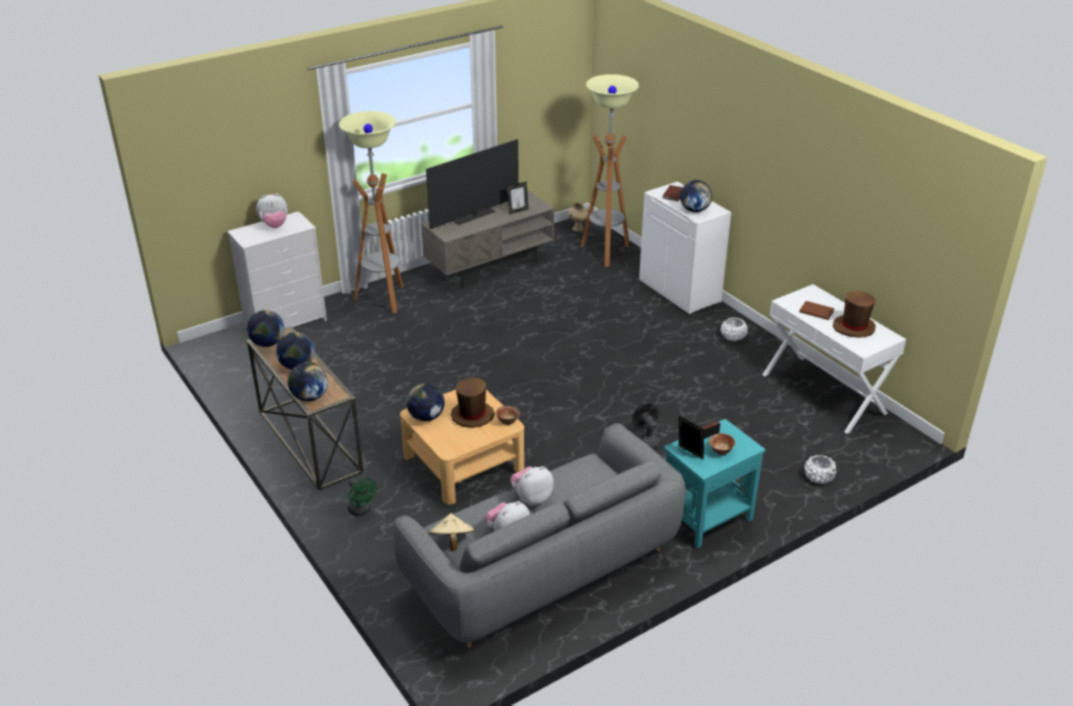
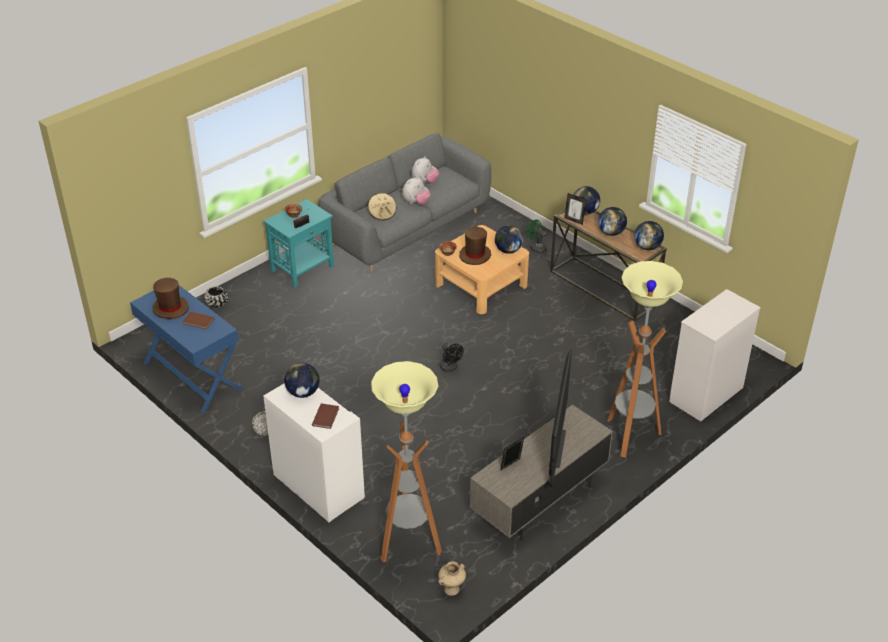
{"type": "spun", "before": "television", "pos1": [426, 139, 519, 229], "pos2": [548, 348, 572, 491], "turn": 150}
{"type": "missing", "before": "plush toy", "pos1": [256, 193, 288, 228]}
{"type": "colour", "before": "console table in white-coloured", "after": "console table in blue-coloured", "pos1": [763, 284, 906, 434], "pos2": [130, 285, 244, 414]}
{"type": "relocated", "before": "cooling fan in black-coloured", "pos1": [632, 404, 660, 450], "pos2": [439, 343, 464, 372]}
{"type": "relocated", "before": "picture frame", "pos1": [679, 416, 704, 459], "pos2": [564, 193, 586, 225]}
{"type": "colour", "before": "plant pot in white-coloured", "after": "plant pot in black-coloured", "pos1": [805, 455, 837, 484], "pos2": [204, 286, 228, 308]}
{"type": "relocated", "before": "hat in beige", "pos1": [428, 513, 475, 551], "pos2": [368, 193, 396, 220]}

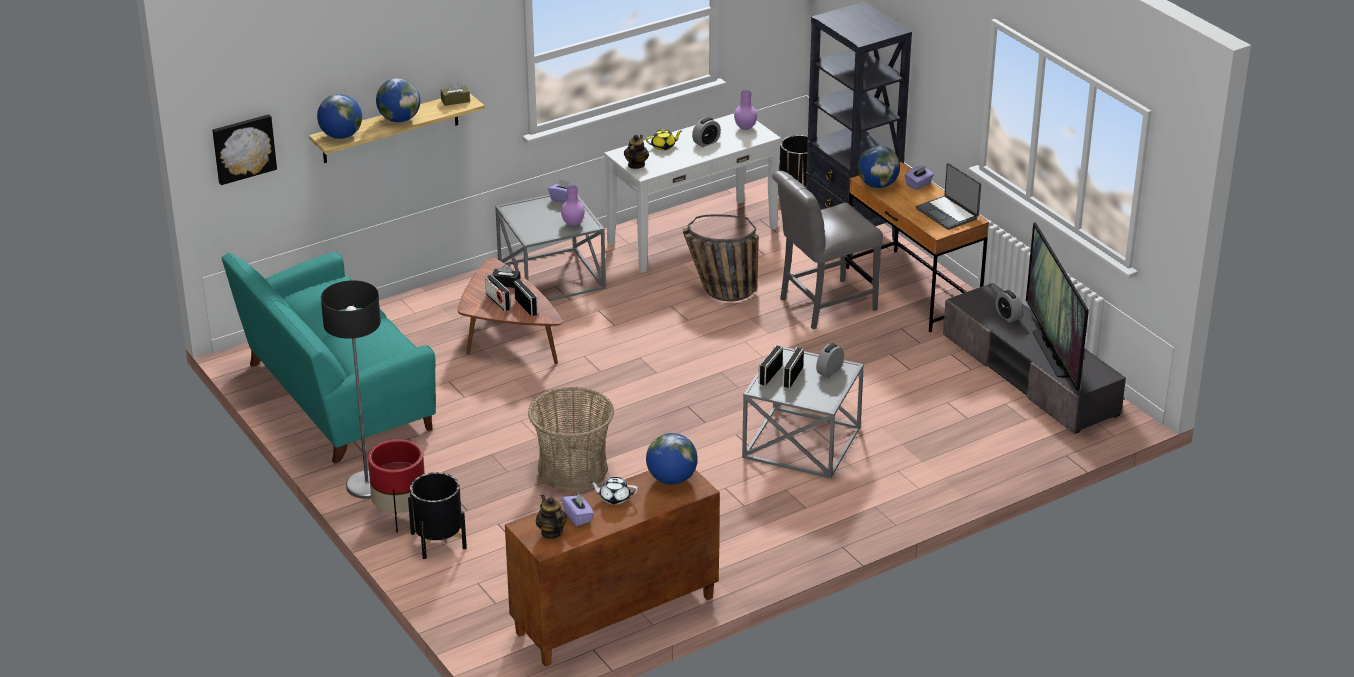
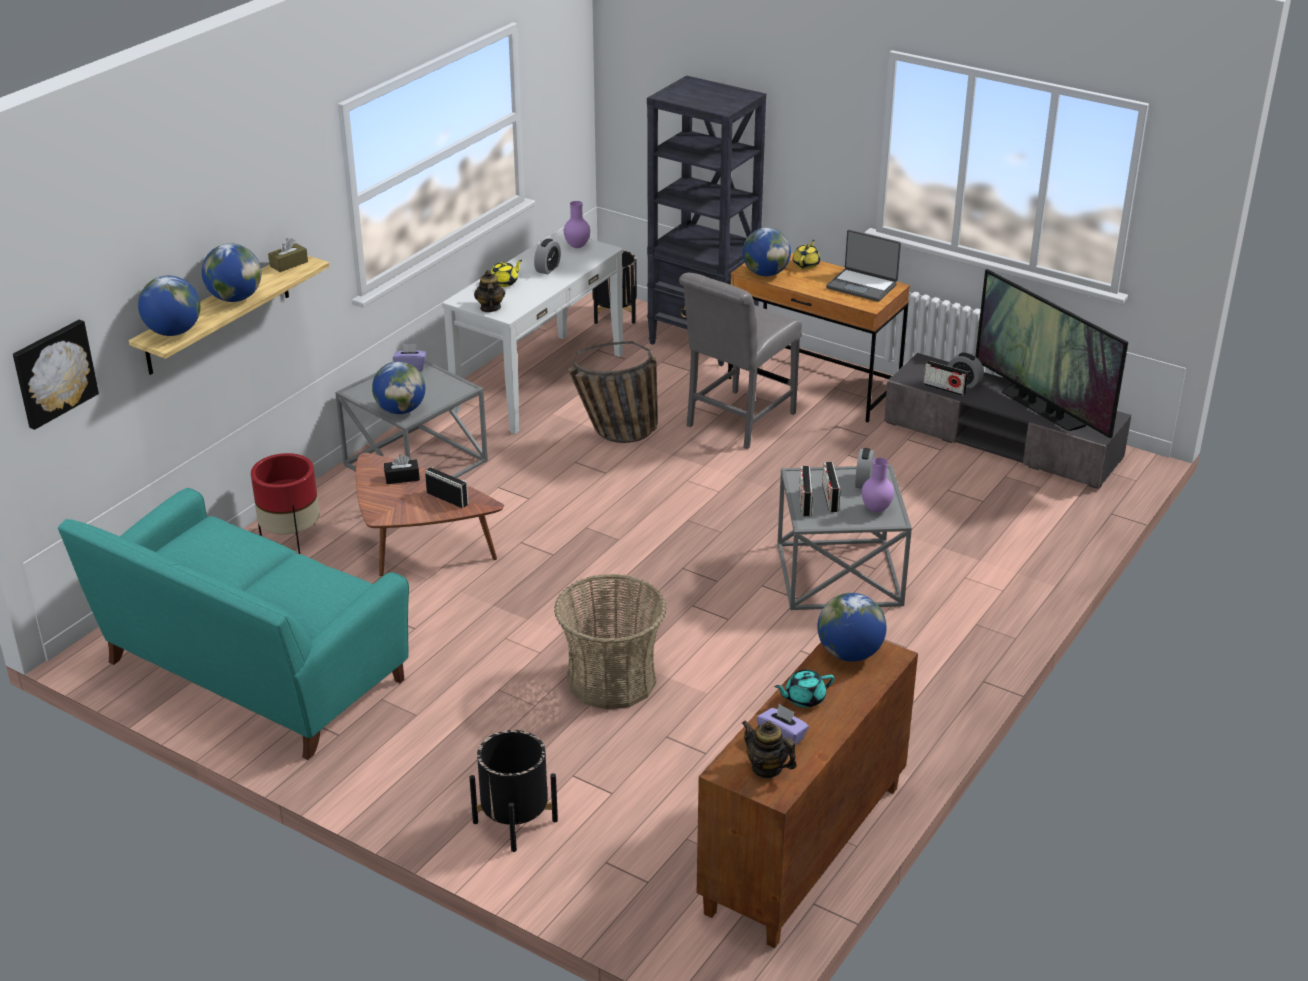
{"type": "exchanged", "before": "tissue holder in purplish", "after": "teapot in yellow-coloured", "pos1": [905, 165, 934, 190], "pos2": [793, 240, 820, 269]}
{"type": "relocated", "before": "decorative vase in purplish", "pos1": [561, 185, 585, 226], "pos2": [862, 458, 894, 512]}
{"type": "relocated", "before": "radio set", "pos1": [485, 275, 511, 311], "pos2": [923, 361, 968, 396]}
{"type": "missing", "before": "standing lamp", "pos1": [321, 280, 381, 498]}
{"type": "relocated", "before": "plant pot in red-coloured", "pos1": [368, 439, 425, 533], "pos2": [251, 453, 320, 554]}
{"type": "colour", "before": "teapot in white-coloured", "after": "teapot in turquoise", "pos1": [590, 477, 638, 505], "pos2": [774, 670, 834, 708]}
{"type": "appeared", "after": "globe", "pos2": [372, 361, 425, 414]}

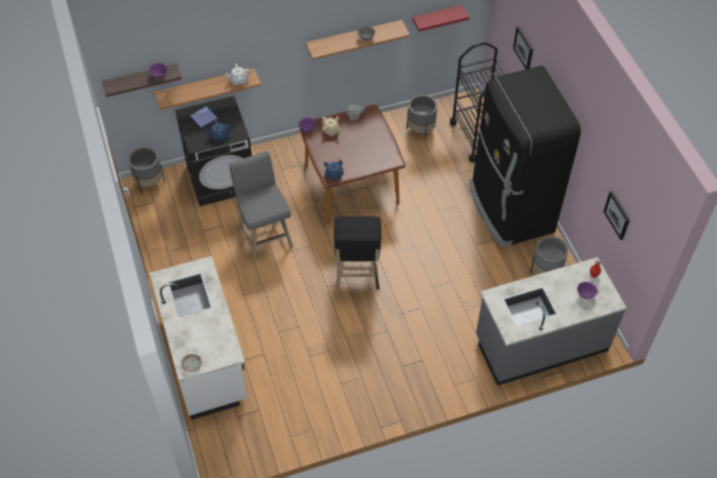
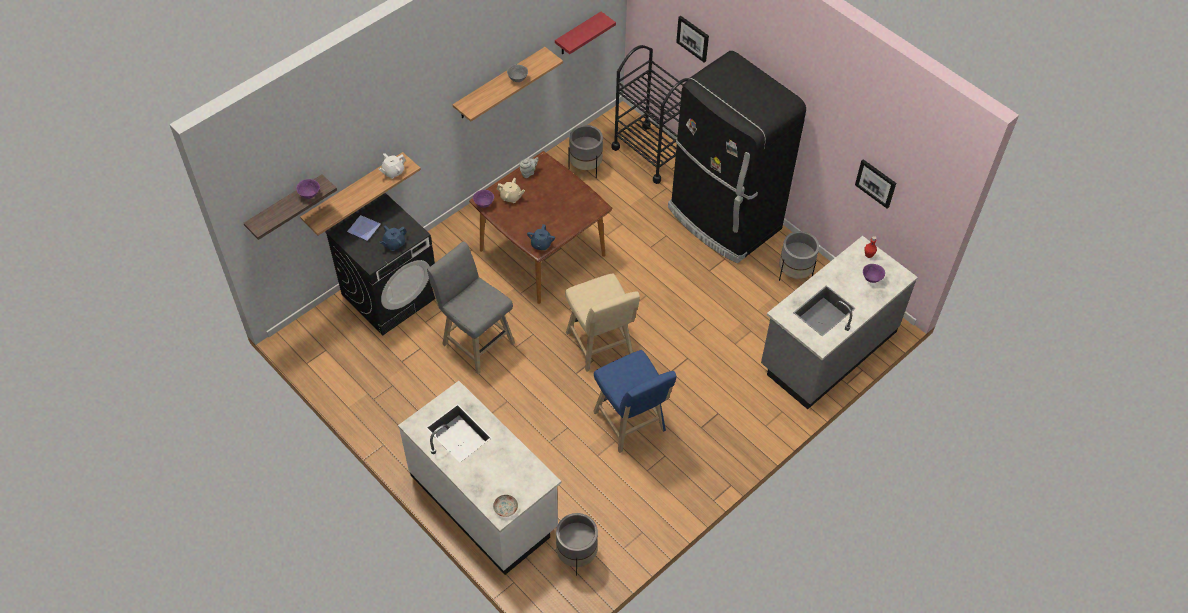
{"type": "relocated", "before": "plant pot in greyish", "pos1": [128, 147, 165, 194], "pos2": [556, 513, 598, 576]}
{"type": "colour", "before": "stool seat in black-coloured", "after": "stool seat in beige", "pos1": [334, 216, 381, 289], "pos2": [565, 274, 640, 372]}
{"type": "appeared", "after": "stool seat in blue-coloured", "pos2": [593, 350, 676, 453]}

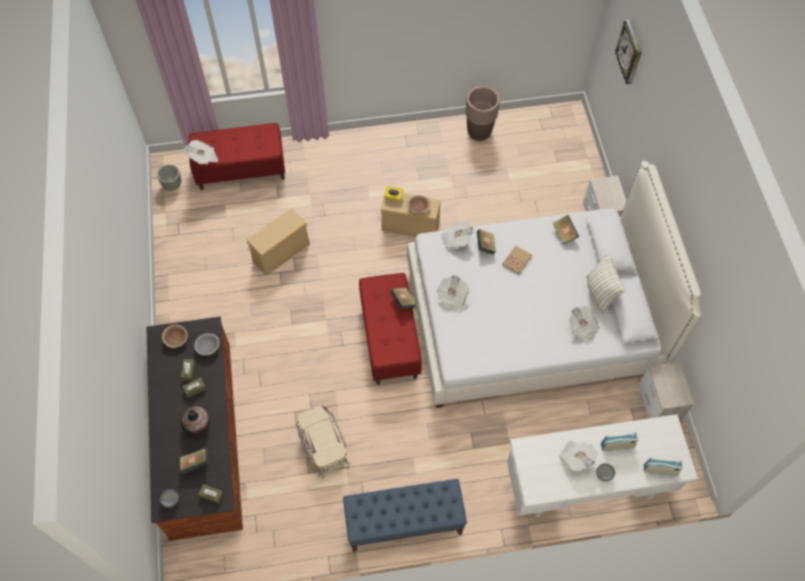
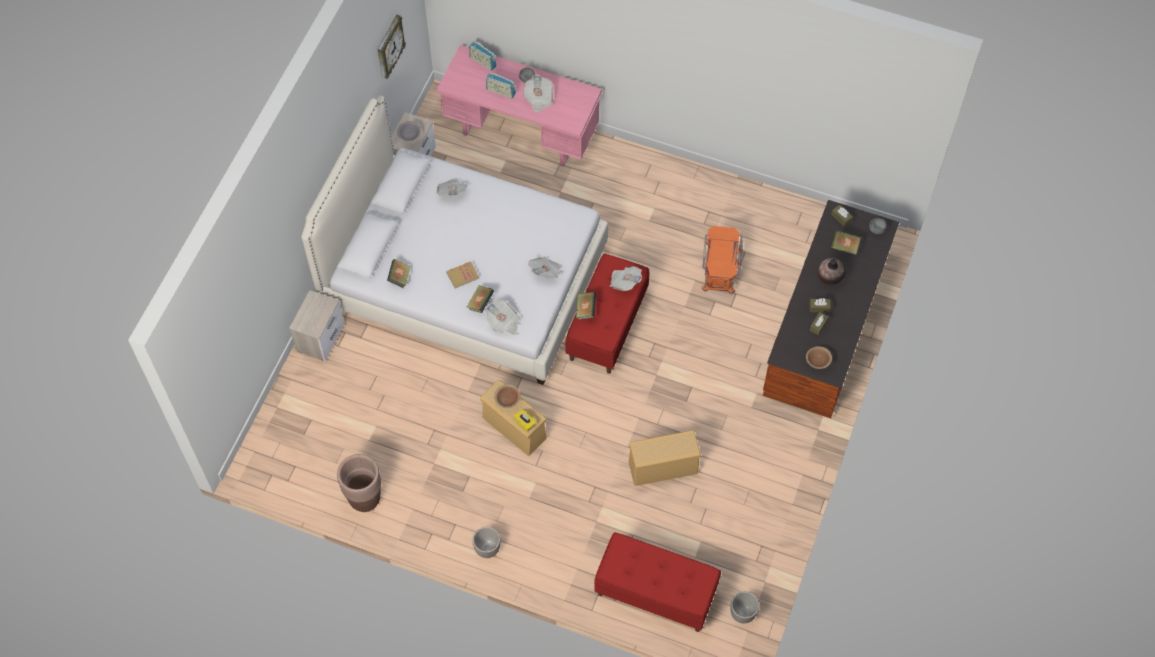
{"type": "relocated", "before": "clock on the wall", "pos1": [615, 19, 642, 84], "pos2": [378, 15, 406, 79]}
{"type": "relocated", "before": "daily paper", "pos1": [185, 140, 218, 165], "pos2": [610, 266, 642, 291]}
{"type": "missing", "before": "cushion", "pos1": [586, 253, 625, 314]}
{"type": "relocated", "before": "serving bowl in greyish", "pos1": [194, 333, 220, 356], "pos2": [397, 121, 421, 142]}
{"type": "colour", "before": "storage box in beige", "after": "storage box in orange-coloured", "pos1": [296, 405, 350, 479], "pos2": [702, 226, 743, 294]}
{"type": "colour", "before": "desk in white-coloured", "after": "desk in pink-coloured", "pos1": [507, 414, 698, 517], "pos2": [436, 45, 602, 167]}
{"type": "missing", "before": "indoor bench in blue-coloured", "pos1": [343, 479, 467, 552]}
{"type": "appeared", "after": "plant pot", "pos2": [472, 527, 500, 558]}

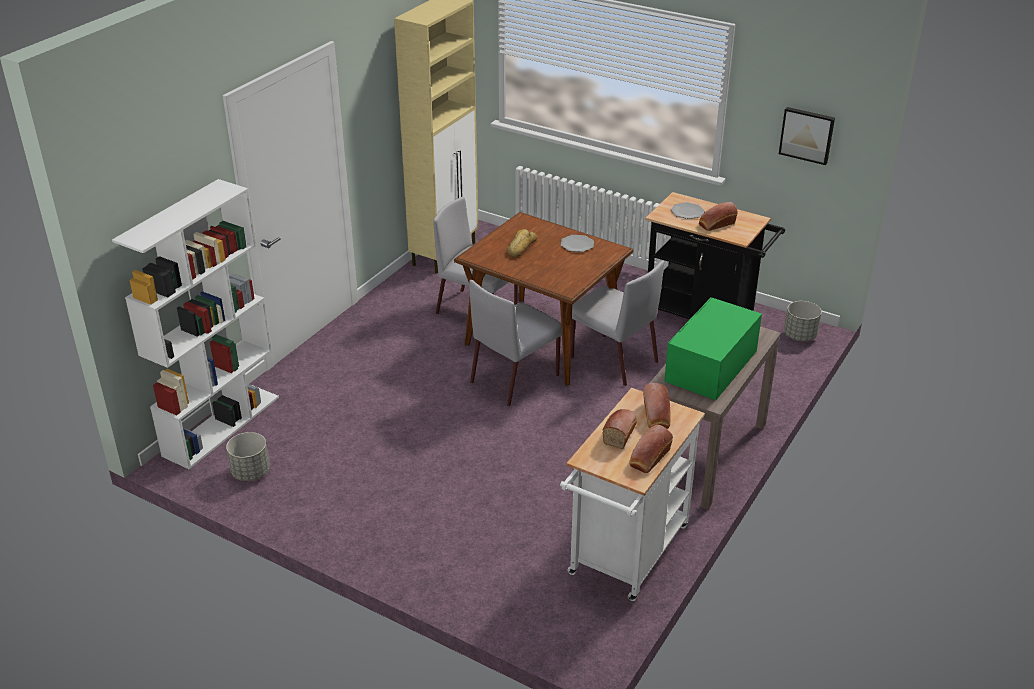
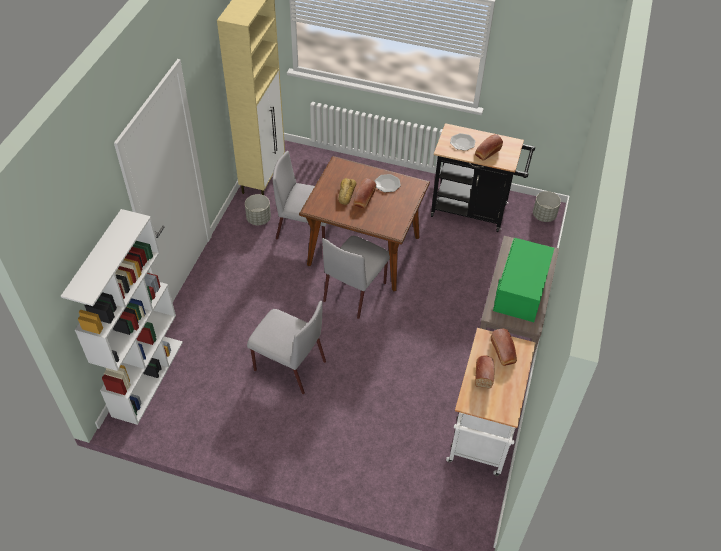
{"type": "missing", "before": "wall art", "pos1": [779, 107, 835, 165]}
{"type": "relocated", "before": "upright chair in greyish", "pos1": [571, 261, 664, 386], "pos2": [247, 301, 326, 394]}
{"type": "relocated", "before": "bread", "pos1": [629, 425, 673, 473], "pos2": [354, 178, 376, 209]}
{"type": "relocated", "before": "plant pot in greyish", "pos1": [226, 432, 270, 481], "pos2": [245, 194, 271, 225]}

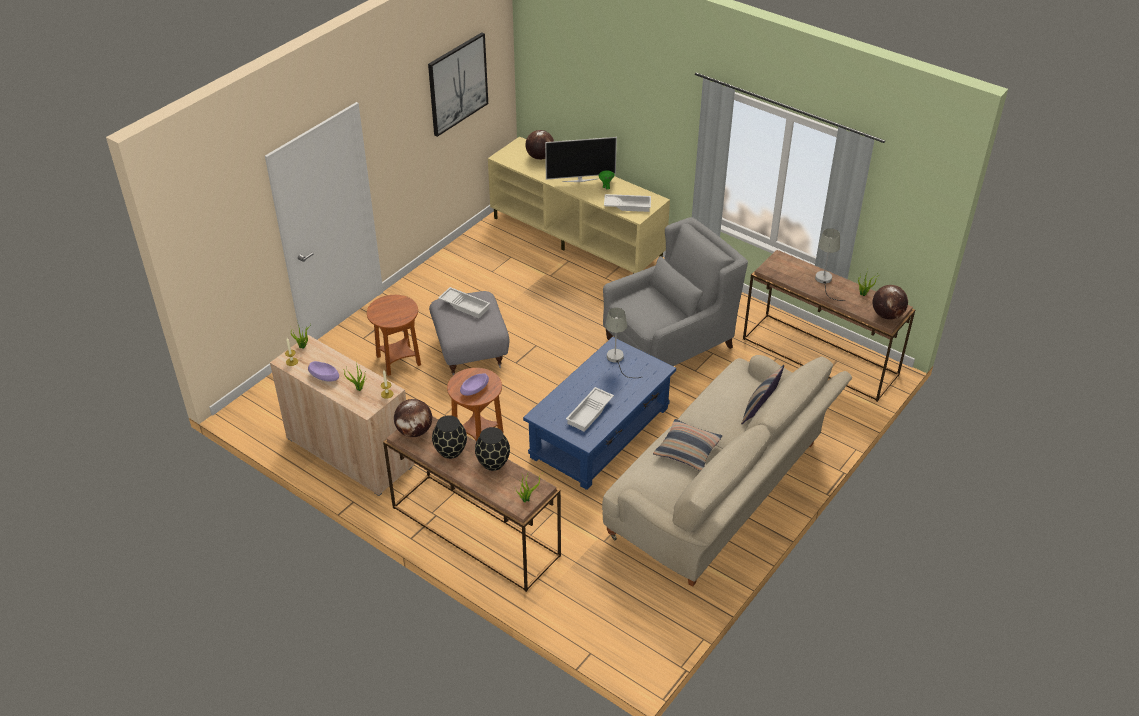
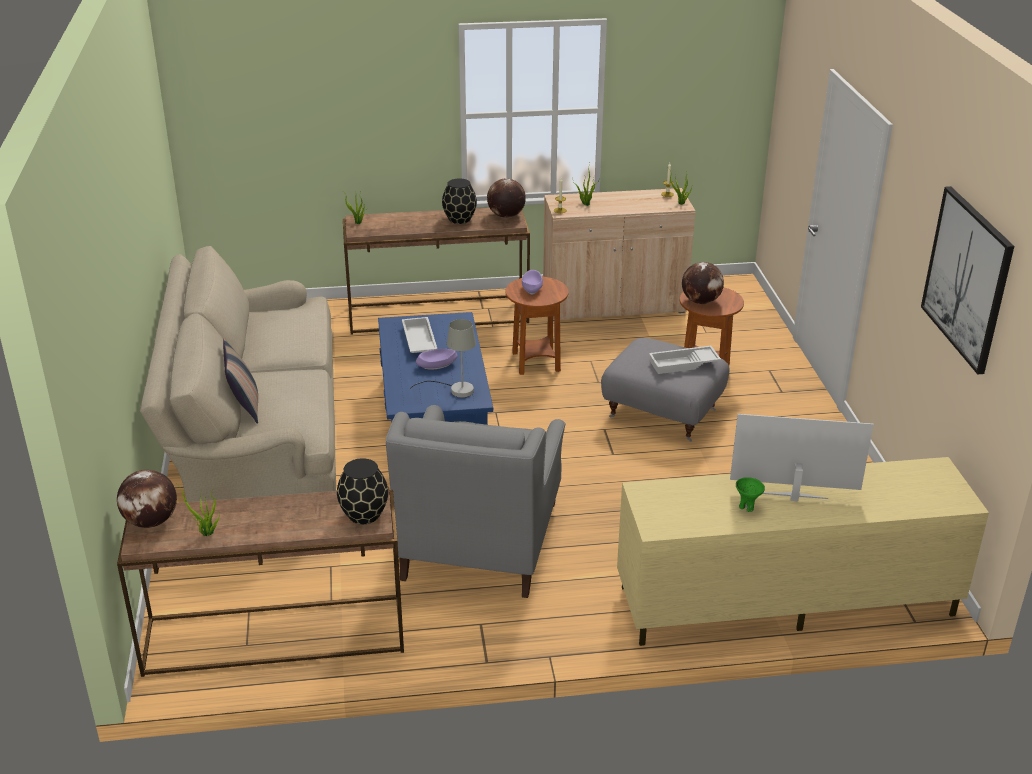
{"type": "relocated", "before": "globe", "pos1": [525, 130, 554, 160], "pos2": [682, 262, 724, 304]}
{"type": "spun", "before": "television", "pos1": [545, 137, 617, 182], "pos2": [730, 414, 874, 501], "turn": 60}
{"type": "missing", "before": "serving tray in white-coloured", "pos1": [604, 194, 651, 212]}
{"type": "missing", "before": "lamp for a table in greyish", "pos1": [815, 228, 845, 301]}
{"type": "relocated", "before": "serving bowl in purplish", "pos1": [308, 361, 339, 382], "pos2": [416, 349, 458, 369]}
{"type": "missing", "before": "cushion", "pos1": [653, 419, 722, 471]}
{"type": "relocated", "before": "decorative vase in black-coloured", "pos1": [475, 427, 510, 471], "pos2": [337, 458, 388, 524]}

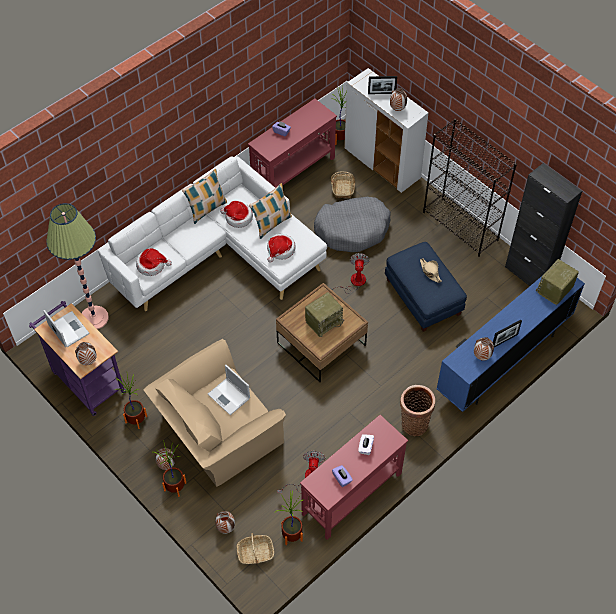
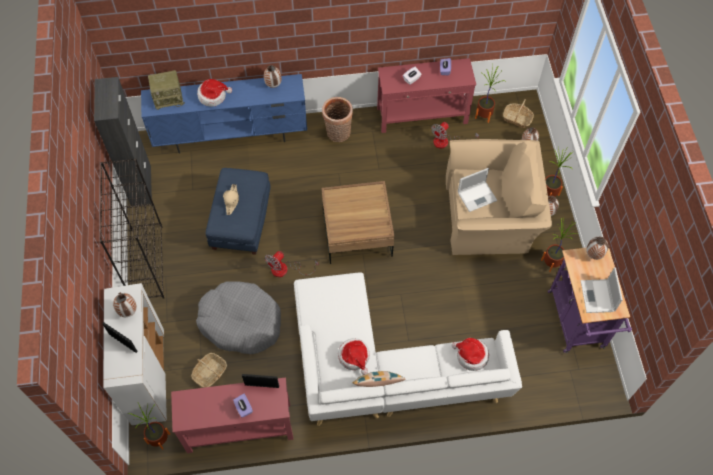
{"type": "missing", "before": "cushion", "pos1": [249, 183, 292, 239]}
{"type": "missing", "before": "standing lamp", "pos1": [46, 203, 109, 329]}
{"type": "relocated", "before": "hat", "pos1": [267, 234, 296, 263], "pos2": [197, 79, 232, 107]}
{"type": "missing", "before": "radio set", "pos1": [305, 292, 344, 337]}
{"type": "relocated", "before": "picture frame", "pos1": [493, 320, 522, 347], "pos2": [242, 374, 279, 388]}
{"type": "spun", "before": "notebook computer", "pos1": [208, 365, 250, 415], "pos2": [458, 168, 498, 212], "turn": 75}

